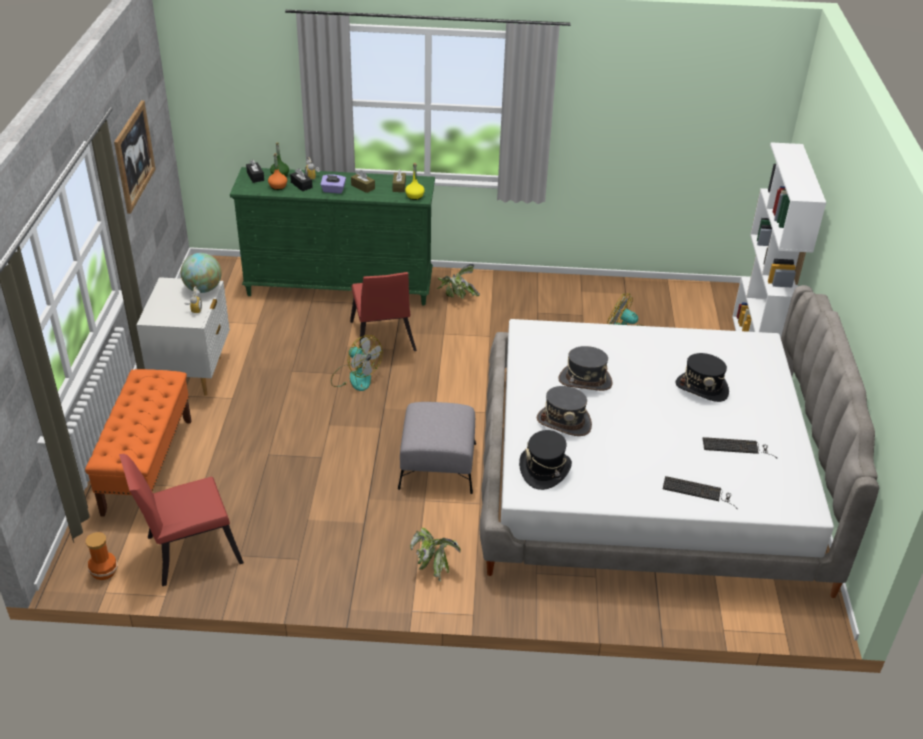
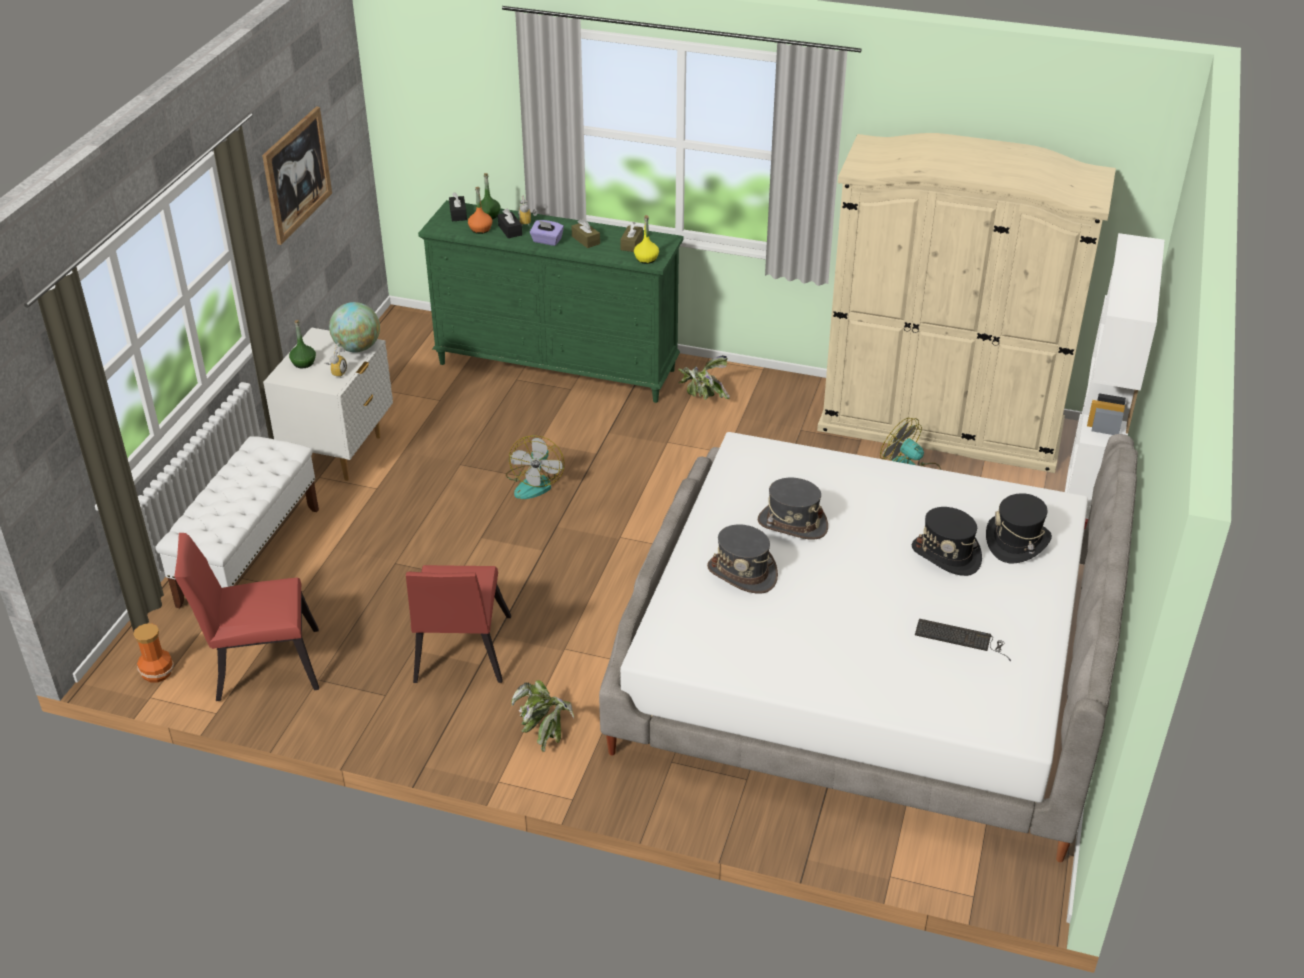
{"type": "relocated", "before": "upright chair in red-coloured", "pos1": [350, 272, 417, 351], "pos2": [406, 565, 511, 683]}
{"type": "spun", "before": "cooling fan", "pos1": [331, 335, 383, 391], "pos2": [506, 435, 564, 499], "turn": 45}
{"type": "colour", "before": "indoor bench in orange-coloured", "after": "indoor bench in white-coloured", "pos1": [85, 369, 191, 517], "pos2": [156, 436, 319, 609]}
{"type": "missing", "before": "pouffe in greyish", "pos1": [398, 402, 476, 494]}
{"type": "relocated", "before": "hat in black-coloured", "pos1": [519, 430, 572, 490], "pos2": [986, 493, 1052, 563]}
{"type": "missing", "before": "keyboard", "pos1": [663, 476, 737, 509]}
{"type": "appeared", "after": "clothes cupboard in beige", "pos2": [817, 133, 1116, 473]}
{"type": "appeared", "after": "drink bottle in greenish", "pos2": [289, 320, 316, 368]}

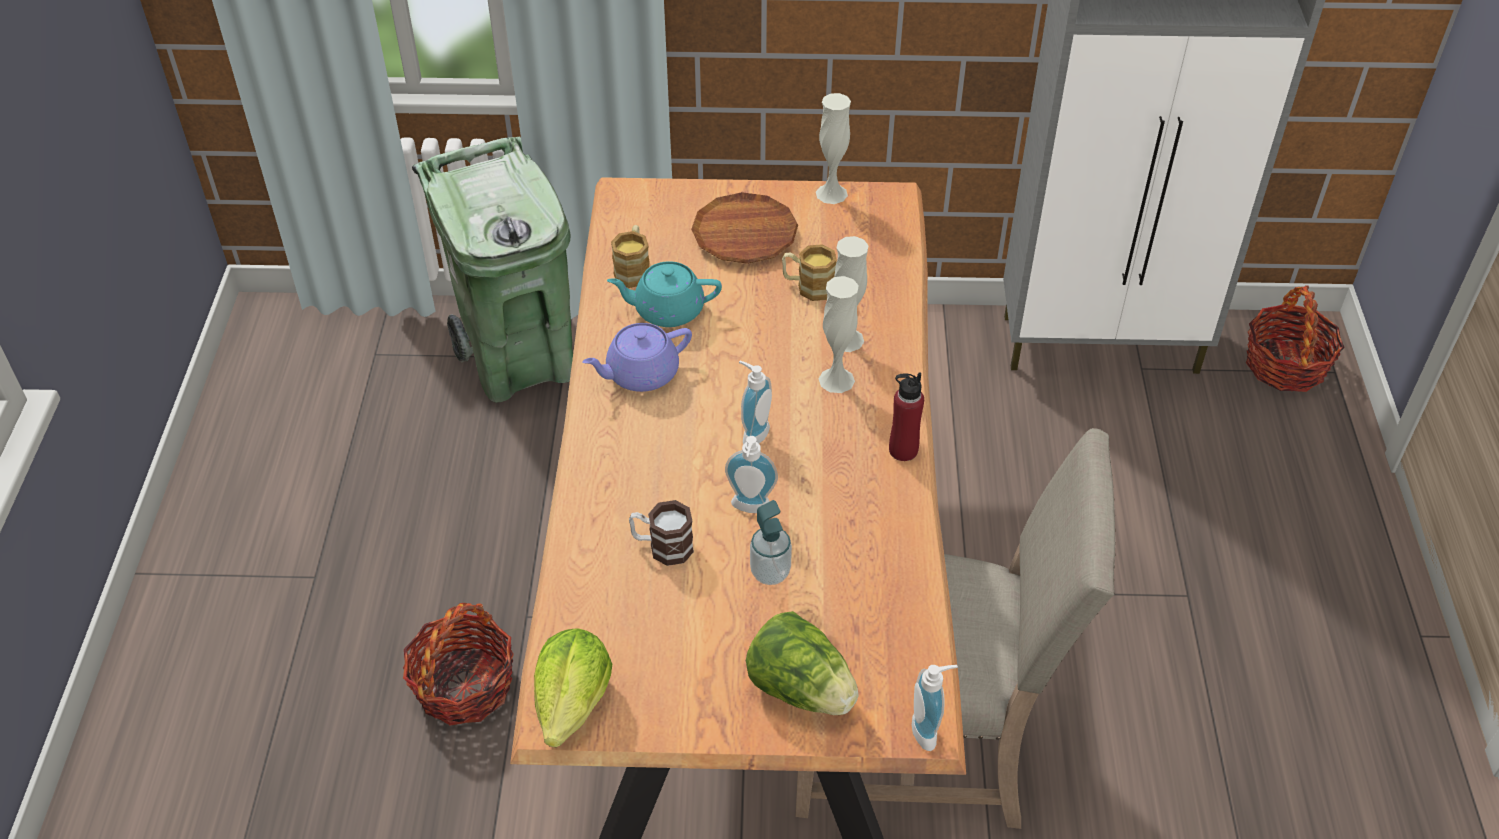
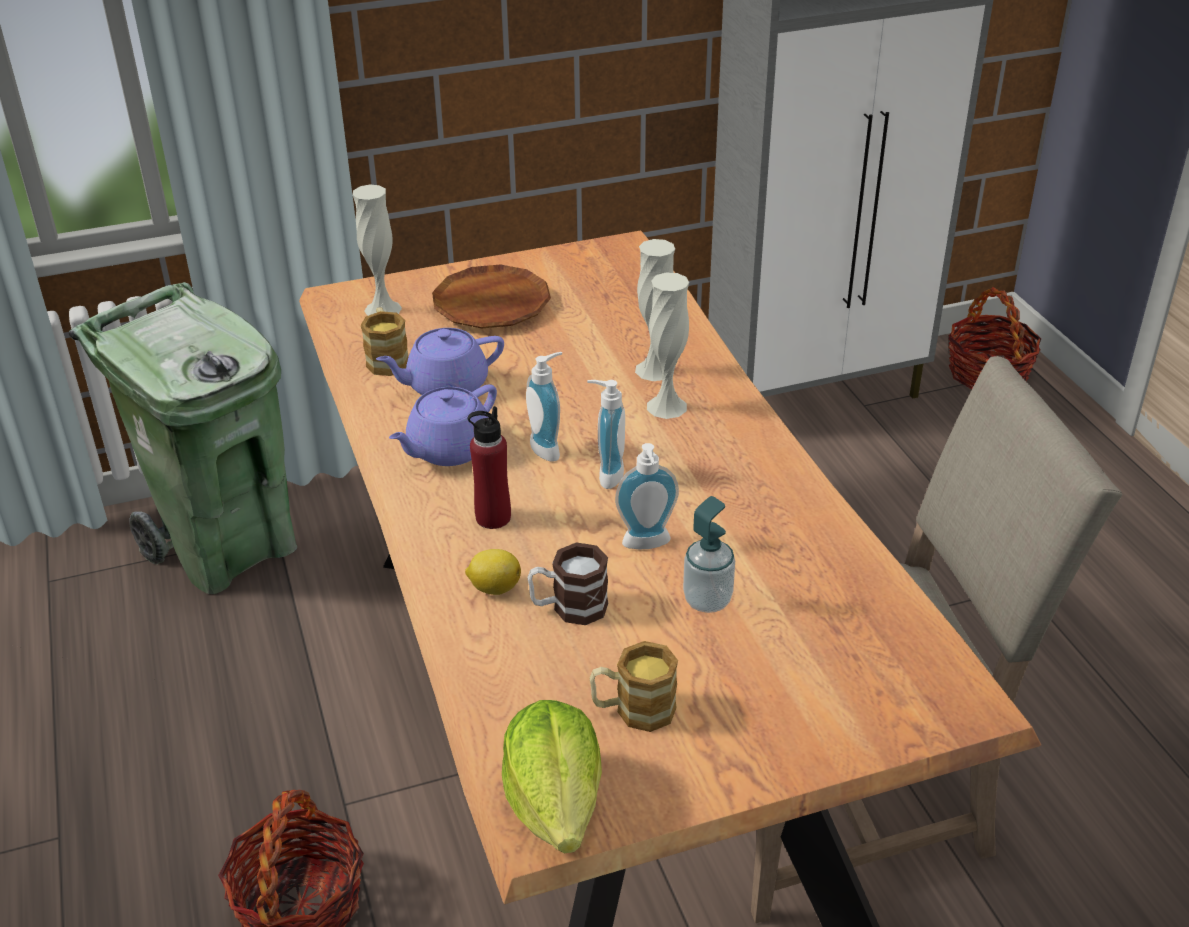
{"type": "relocated", "before": "decorative vase in white-coloured", "pos1": [816, 93, 851, 204], "pos2": [353, 185, 402, 316]}
{"type": "relocated", "before": "tea mug", "pos1": [782, 244, 837, 301], "pos2": [590, 641, 678, 732]}
{"type": "colour", "before": "teapot in turquoise", "after": "teapot in purplish", "pos1": [607, 261, 722, 327], "pos2": [376, 328, 504, 395]}
{"type": "relocated", "before": "drink bottle in red-coloured", "pos1": [889, 373, 924, 461], "pos2": [468, 406, 511, 529]}
{"type": "missing", "before": "lettuce head", "pos1": [746, 611, 859, 715]}
{"type": "relocated", "before": "liquid soap bottle", "pos1": [912, 665, 958, 751], "pos2": [526, 352, 562, 462]}
{"type": "appeared", "after": "whole lemon", "pos2": [465, 549, 521, 595]}

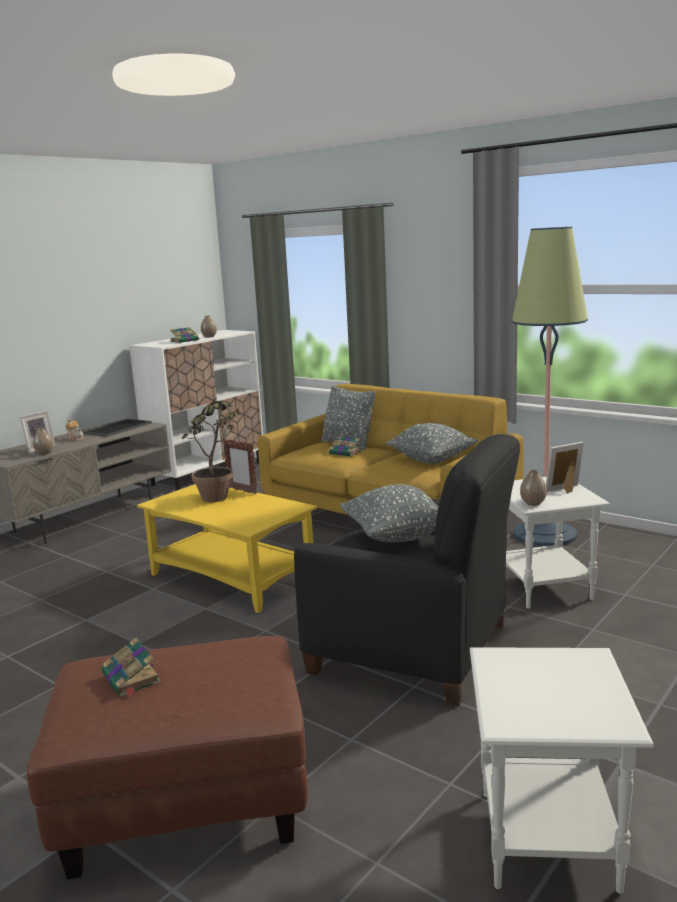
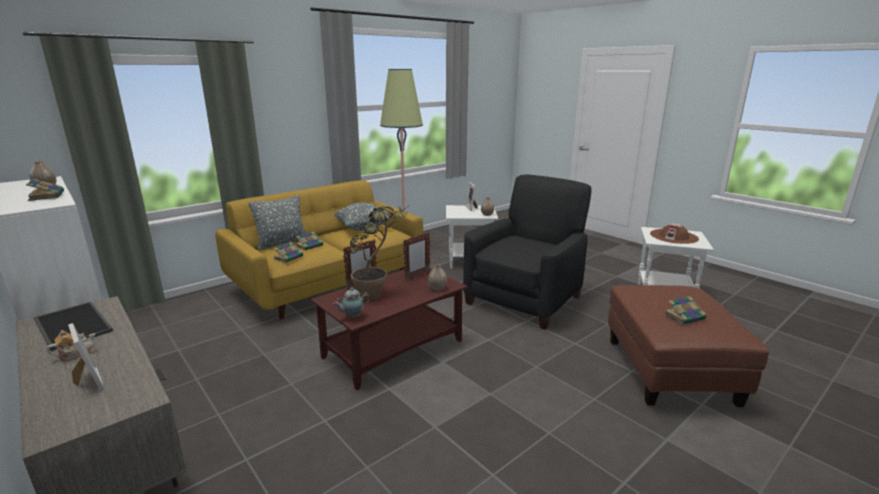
{"type": "relocated", "before": "decorative vase", "pos1": [33, 428, 54, 455], "pos2": [428, 264, 447, 290]}
{"type": "colour", "before": "coffee table in yellow-coloured", "after": "coffee table in brown-coloured", "pos1": [137, 484, 317, 613], "pos2": [311, 269, 467, 390]}
{"type": "missing", "before": "cushion in greyish", "pos1": [340, 484, 438, 542]}
{"type": "appeared", "after": "hat in brown-coloured", "pos2": [650, 223, 699, 244]}
{"type": "appeared", "after": "picture frame", "pos2": [403, 232, 430, 280]}
{"type": "appeared", "after": "book", "pos2": [273, 242, 303, 263]}
{"type": "appeared", "after": "teapot", "pos2": [333, 287, 370, 318]}

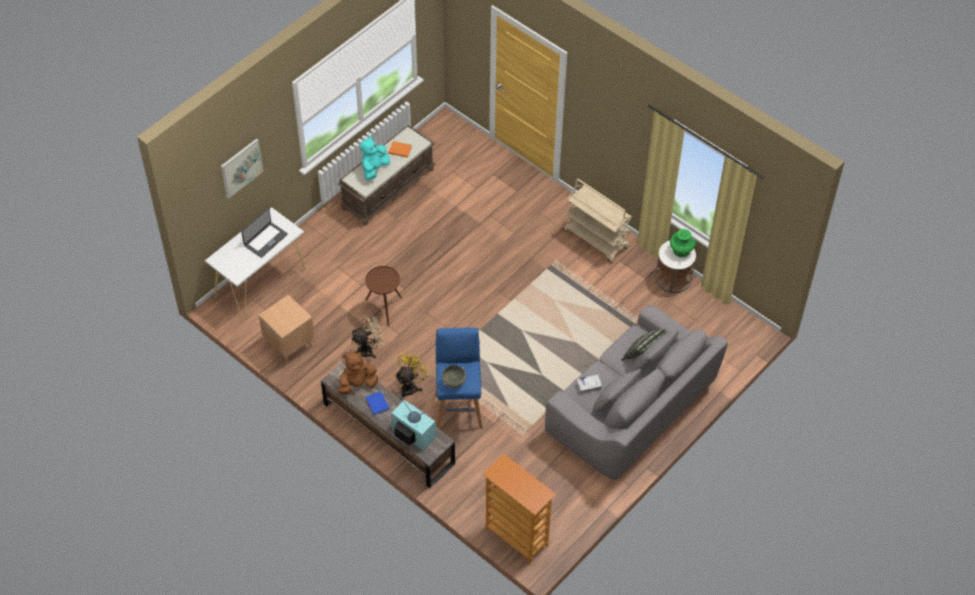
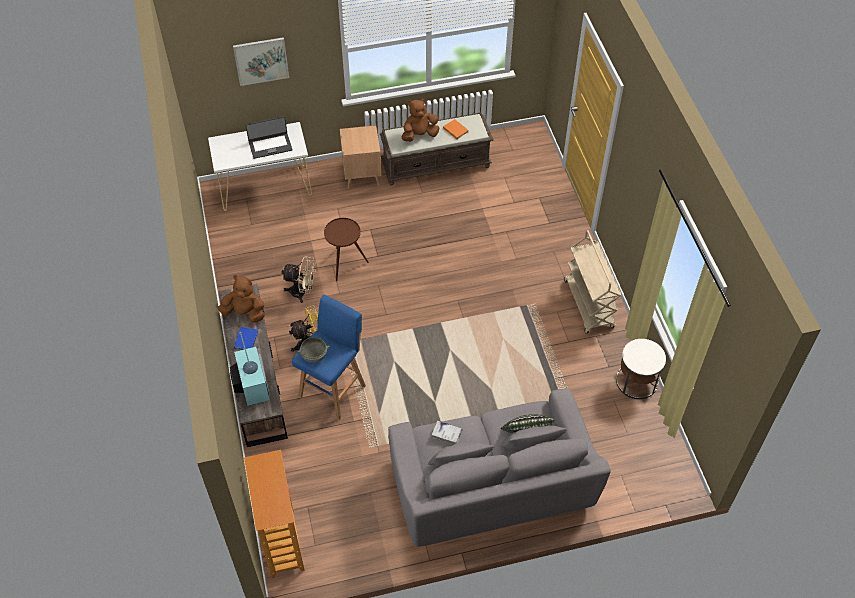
{"type": "colour", "before": "plush toy in turquoise", "after": "plush toy in brown-coloured", "pos1": [360, 136, 390, 180], "pos2": [401, 99, 439, 142]}
{"type": "missing", "before": "decorative vase in greenish", "pos1": [670, 229, 696, 257]}
{"type": "relocated", "before": "accent table in brown-coloured", "pos1": [259, 295, 315, 365], "pos2": [340, 125, 381, 189]}

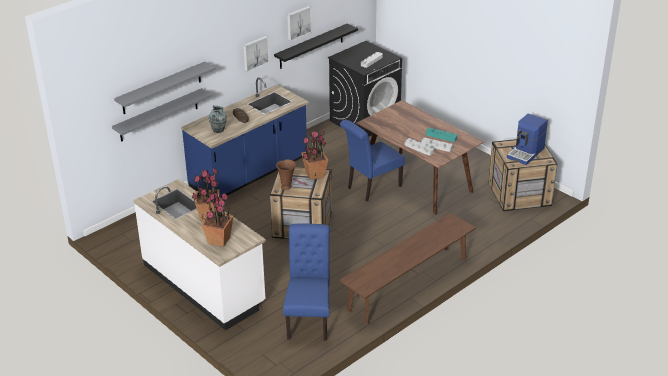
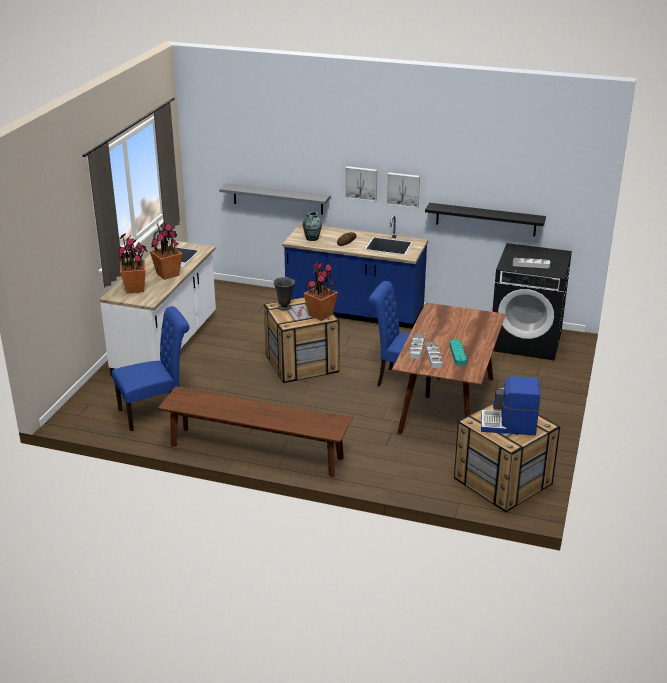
{"type": "relocated", "before": "wall art", "pos1": [287, 6, 312, 41], "pos2": [345, 166, 377, 202]}
{"type": "missing", "before": "bracket shelf in greyish", "pos1": [114, 62, 216, 114]}
{"type": "colour", "before": "decorative vase in brown-coloured", "after": "decorative vase in greyish", "pos1": [276, 159, 296, 190], "pos2": [273, 277, 295, 310]}

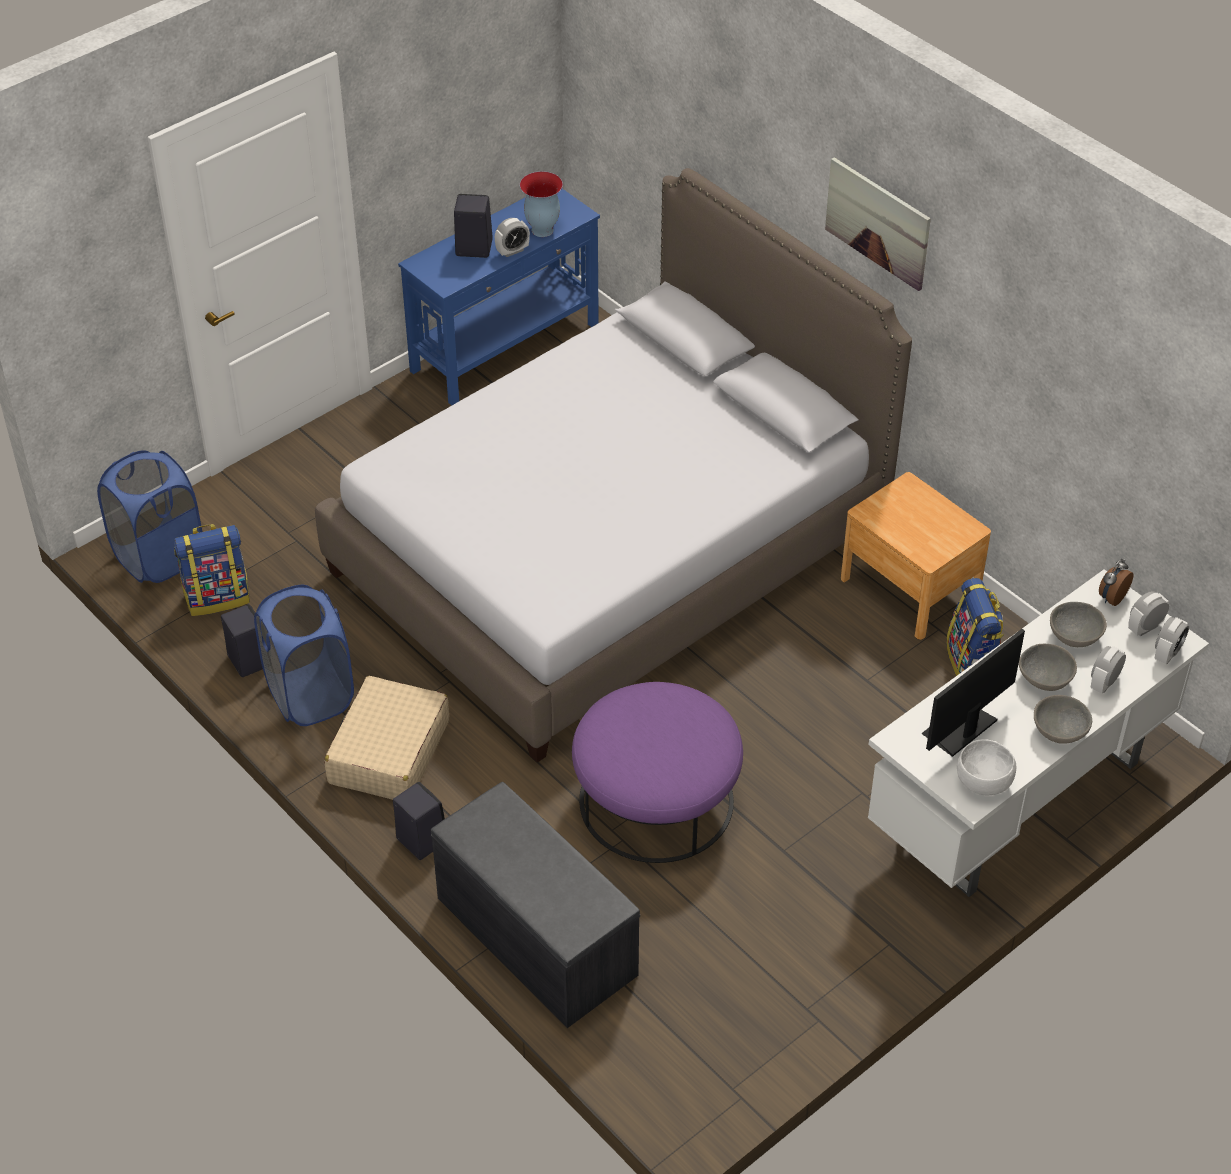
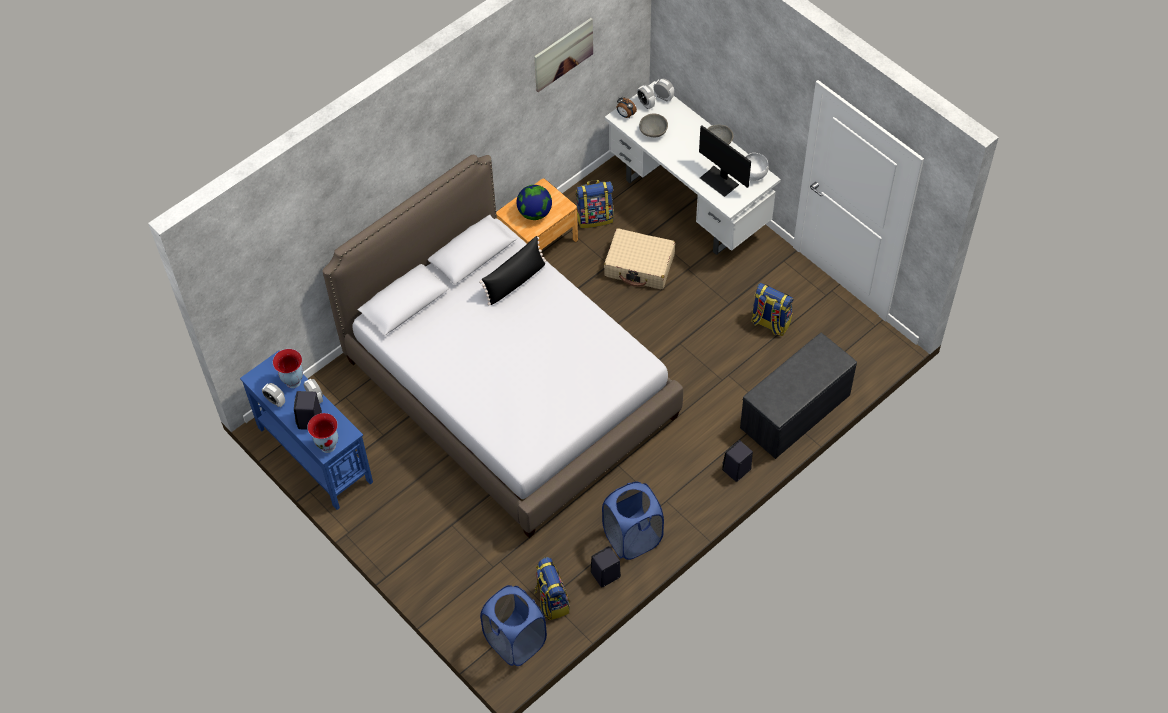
{"type": "relocated", "before": "wall art", "pos1": [825, 157, 931, 291], "pos2": [534, 18, 593, 92]}
{"type": "missing", "before": "serving bowl in greyish", "pos1": [1019, 644, 1077, 691]}
{"type": "relocated", "before": "alarm clock", "pos1": [1091, 646, 1126, 693], "pos2": [262, 383, 285, 407]}
{"type": "relocated", "before": "piece of luggage in beige", "pos1": [325, 676, 449, 800], "pos2": [604, 228, 675, 290]}
{"type": "missing", "before": "pouffe in purplish", "pos1": [572, 682, 743, 863]}
{"type": "appeared", "after": "globe", "pos2": [517, 185, 552, 220]}
{"type": "appeared", "after": "cushion in black-coloured", "pos2": [479, 236, 546, 306]}
{"type": "appeared", "after": "backpack", "pos2": [751, 283, 794, 336]}
{"type": "appeared", "after": "decorative vase", "pos2": [307, 413, 338, 453]}

